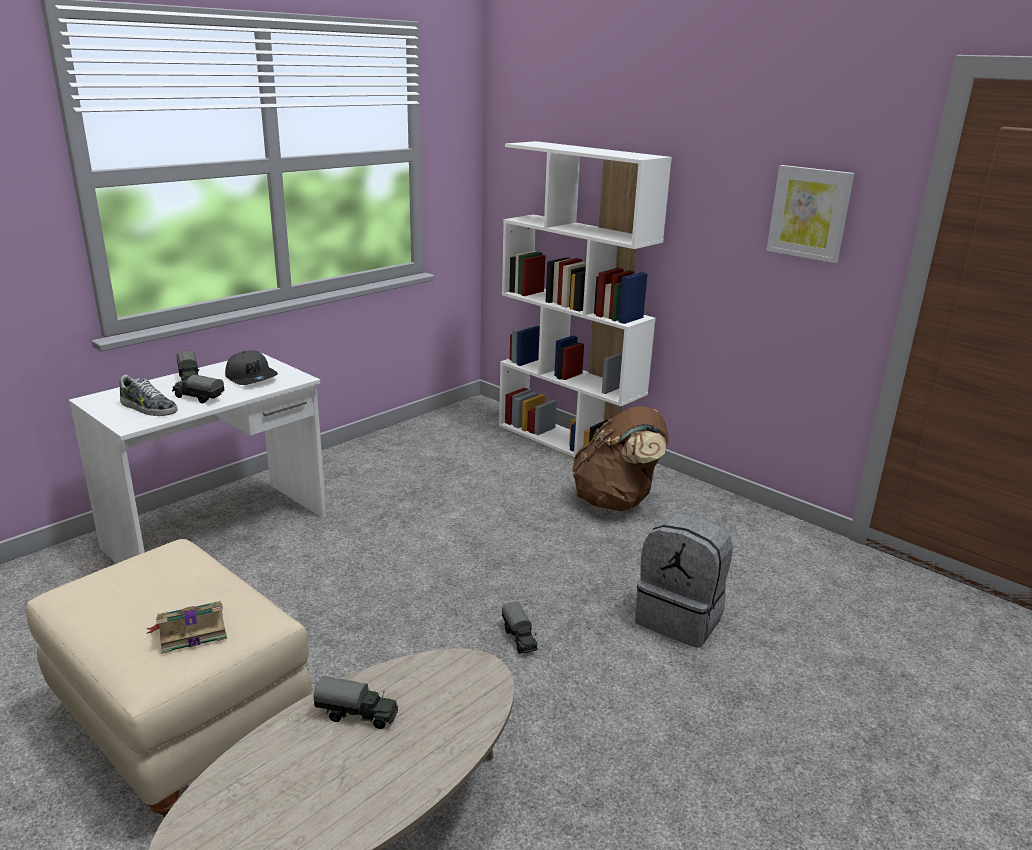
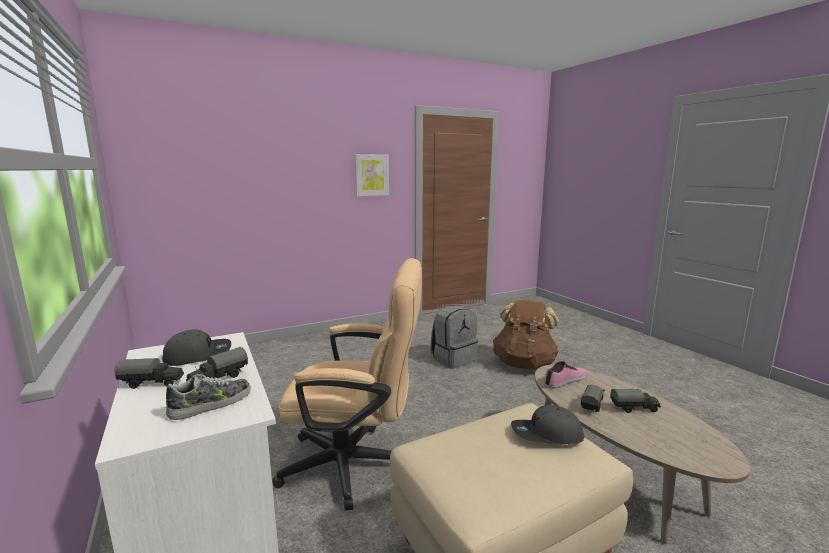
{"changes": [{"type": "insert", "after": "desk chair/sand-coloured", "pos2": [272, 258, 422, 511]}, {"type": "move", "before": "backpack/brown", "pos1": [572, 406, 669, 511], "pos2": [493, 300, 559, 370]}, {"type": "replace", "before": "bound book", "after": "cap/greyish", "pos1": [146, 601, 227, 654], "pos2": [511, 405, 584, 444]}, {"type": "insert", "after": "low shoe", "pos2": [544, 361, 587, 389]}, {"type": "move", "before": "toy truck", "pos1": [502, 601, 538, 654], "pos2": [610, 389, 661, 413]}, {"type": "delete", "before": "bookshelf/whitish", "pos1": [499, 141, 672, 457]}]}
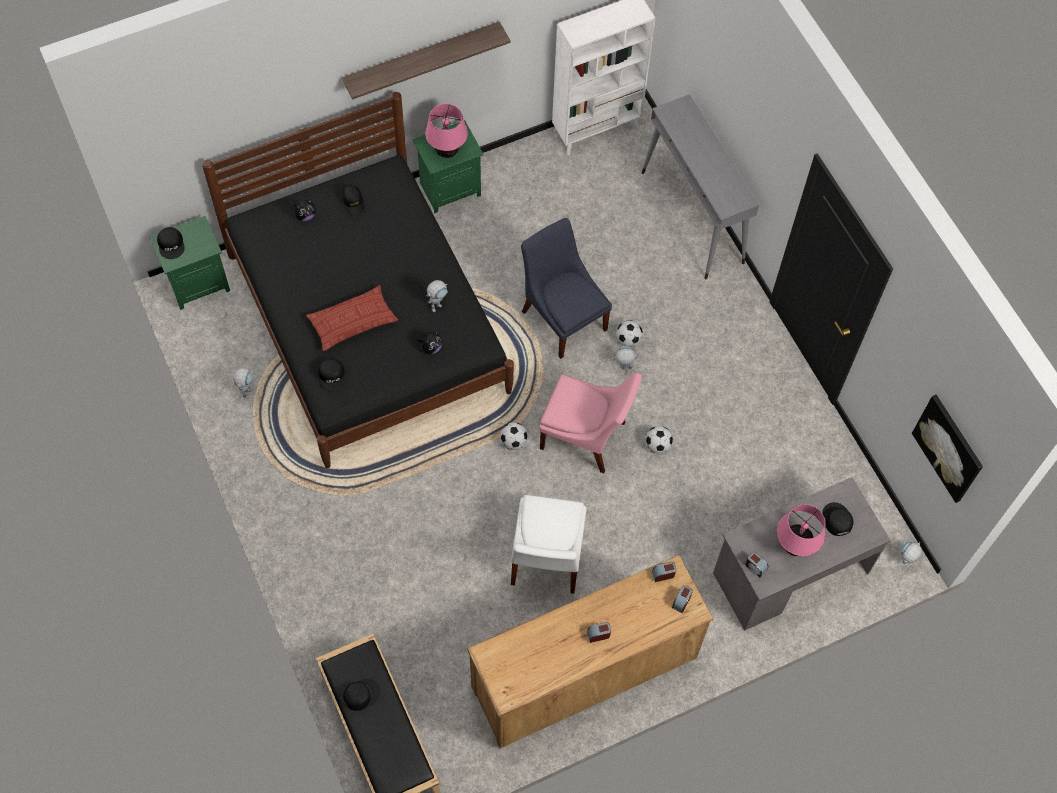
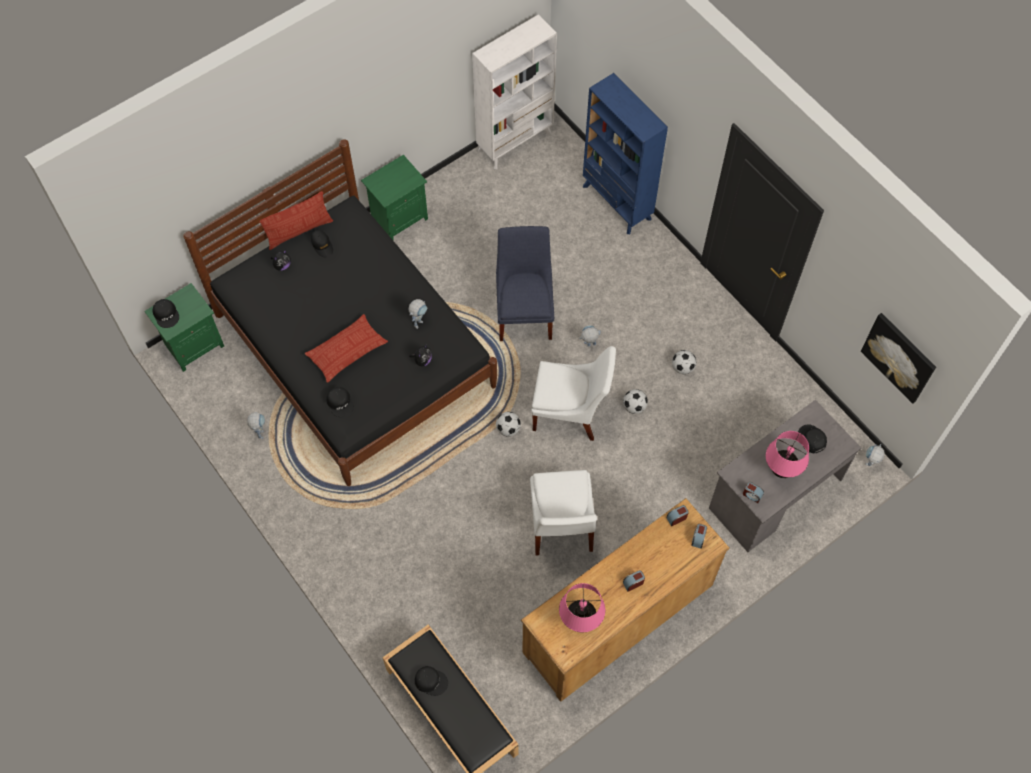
{"changes": [{"type": "insert", "after": "throw pillow", "pos2": [259, 191, 333, 250]}, {"type": "rotate", "before": "cap/blackish", "pos1": [343, 679, 380, 711], "pos2": [415, 666, 448, 696], "turn": 60}, {"type": "rotate", "before": "plain chair/bluish", "pos1": [521, 218, 612, 359], "pos2": [496, 226, 554, 341], "turn": 45}, {"type": "recolor", "before": "plain chair/pink-coloured", "after": "plain chair/whitish", "pos1": [539, 373, 642, 473], "pos2": [531, 346, 616, 441]}, {"type": "move", "before": "table lamp/pink-coloured", "pos1": [425, 104, 468, 158], "pos2": [559, 583, 605, 632]}, {"type": "replace", "before": "hall table/greyish", "after": "bookshelf/bluish", "pos1": [642, 94, 759, 279], "pos2": [583, 73, 668, 234]}, {"type": "move", "before": "football ball", "pos1": [616, 320, 643, 347], "pos2": [672, 350, 696, 374]}, {"type": "delete", "before": "shelf", "pos1": [342, 21, 510, 100]}]}
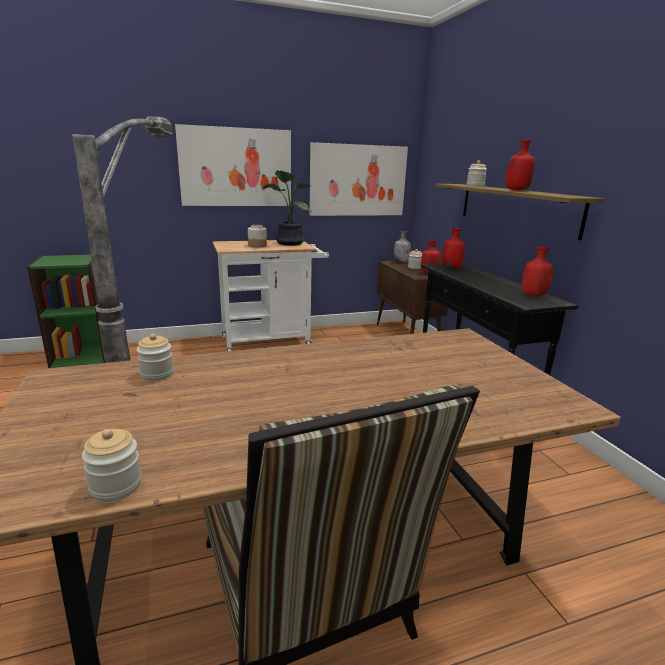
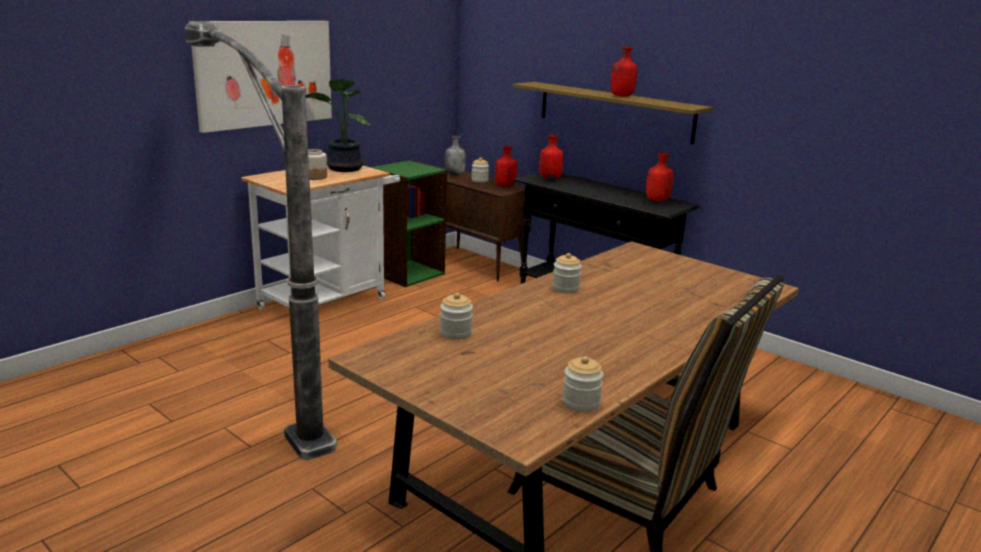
{"changes": [{"type": "move", "before": "bookshelf/greenish", "pos1": [27, 255, 105, 368], "pos2": [370, 160, 447, 287]}, {"type": "move", "before": "storage jar", "pos1": [467, 160, 487, 187], "pos2": [552, 253, 582, 293]}, {"type": "delete", "before": "picture", "pos1": [309, 142, 408, 216]}]}
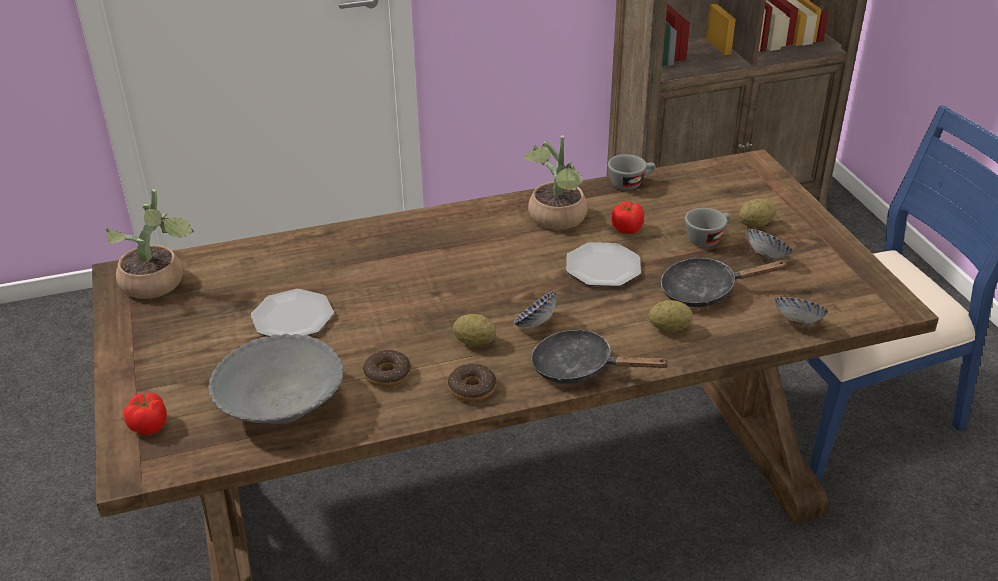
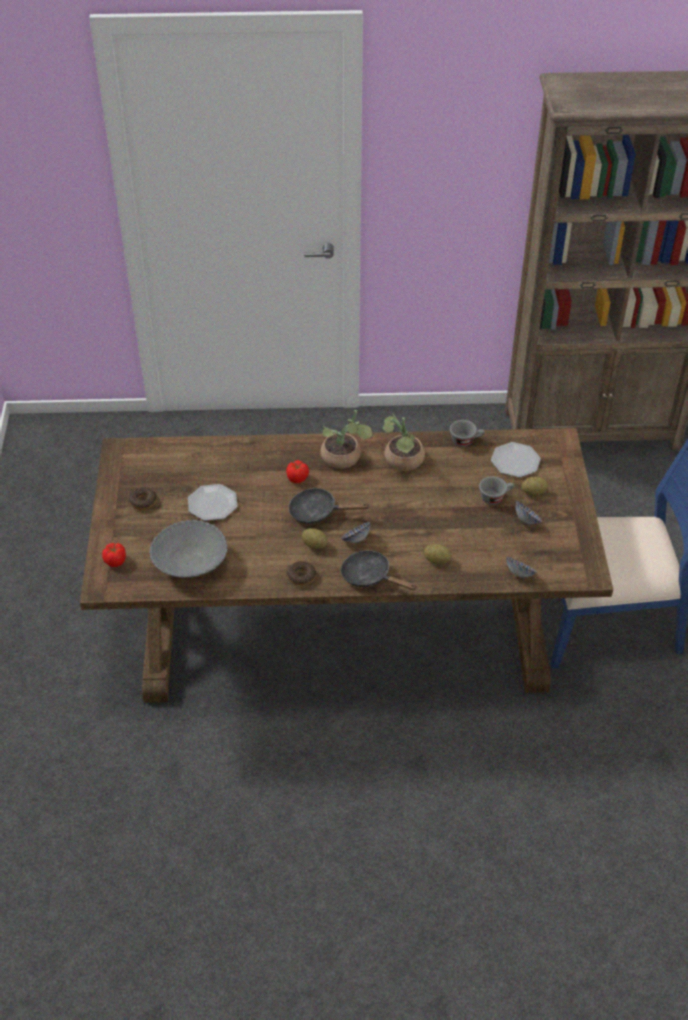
{"changes": [{"type": "move", "before": "ring doughnut", "pos1": [363, 350, 411, 387], "pos2": [129, 487, 157, 510]}, {"type": "move", "before": "whole tomato", "pos1": [611, 201, 644, 234], "pos2": [286, 460, 309, 483]}, {"type": "move", "before": "pan/blackish", "pos1": [661, 258, 789, 307], "pos2": [288, 488, 370, 524]}, {"type": "move", "before": "potted plant", "pos1": [106, 189, 194, 299], "pos2": [320, 410, 373, 469]}, {"type": "move", "before": "dinner plate", "pos1": [566, 242, 641, 287], "pos2": [491, 442, 541, 477]}]}
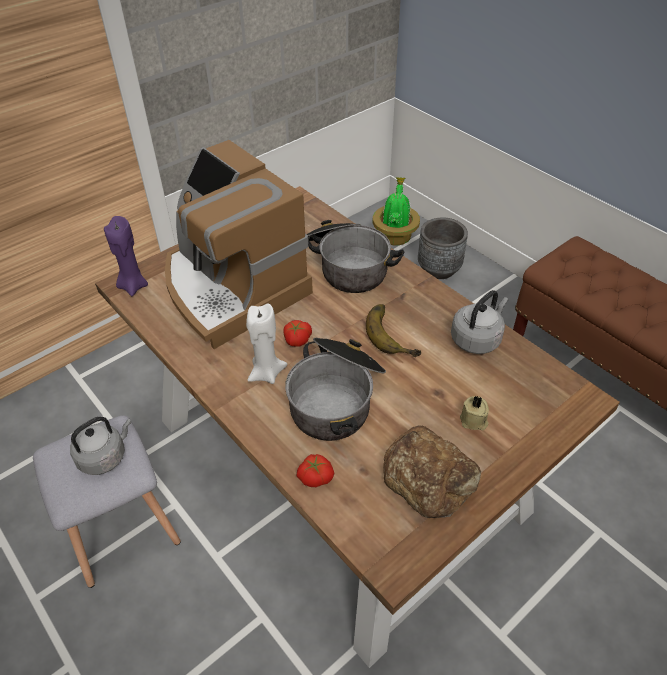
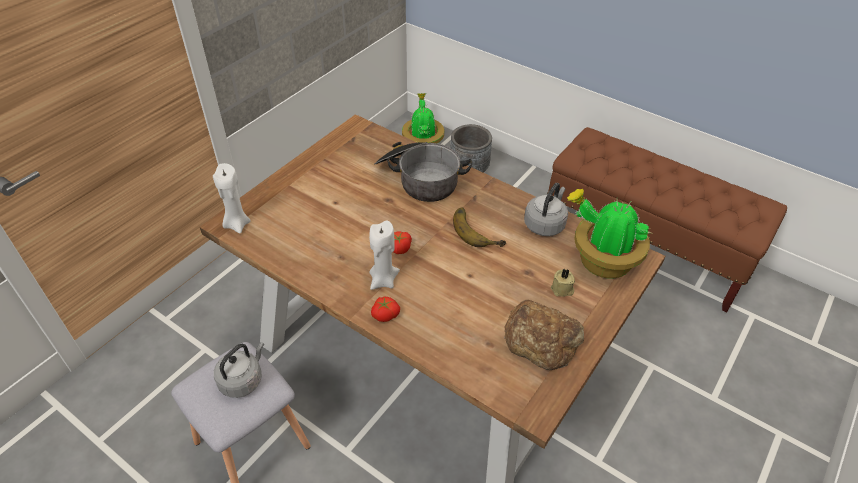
{"changes": [{"type": "recolor", "before": "wax candle/purple", "after": "wax candle/whitish", "pos1": [104, 216, 148, 296], "pos2": [213, 163, 251, 234]}, {"type": "move", "before": "whole tomato", "pos1": [297, 454, 335, 487], "pos2": [371, 297, 400, 322]}, {"type": "insert", "after": "potted plant", "pos2": [567, 189, 650, 278]}, {"type": "delete", "before": "coffee machine", "pos1": [165, 140, 313, 349]}, {"type": "delete", "before": "cooking pot", "pos1": [285, 338, 386, 441]}]}
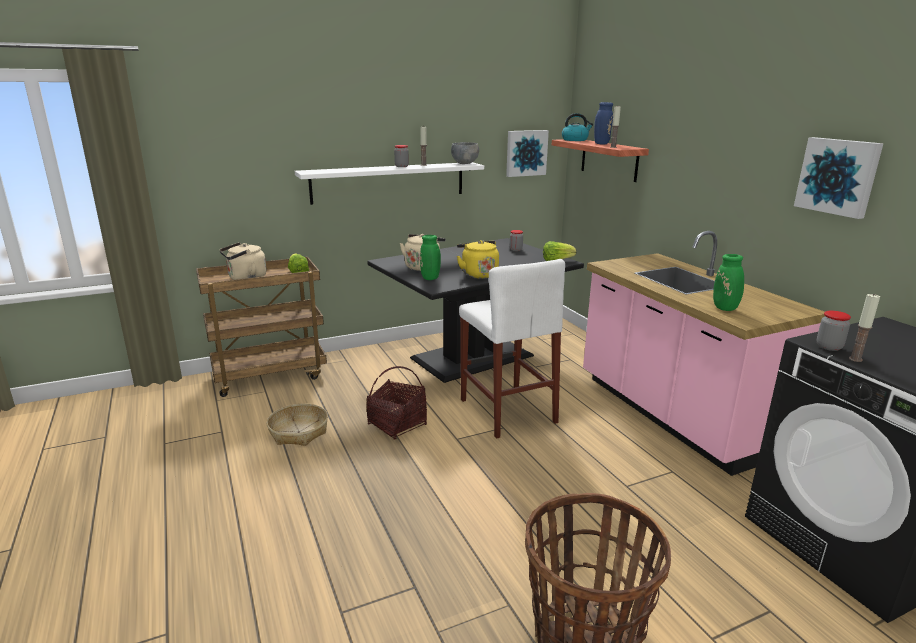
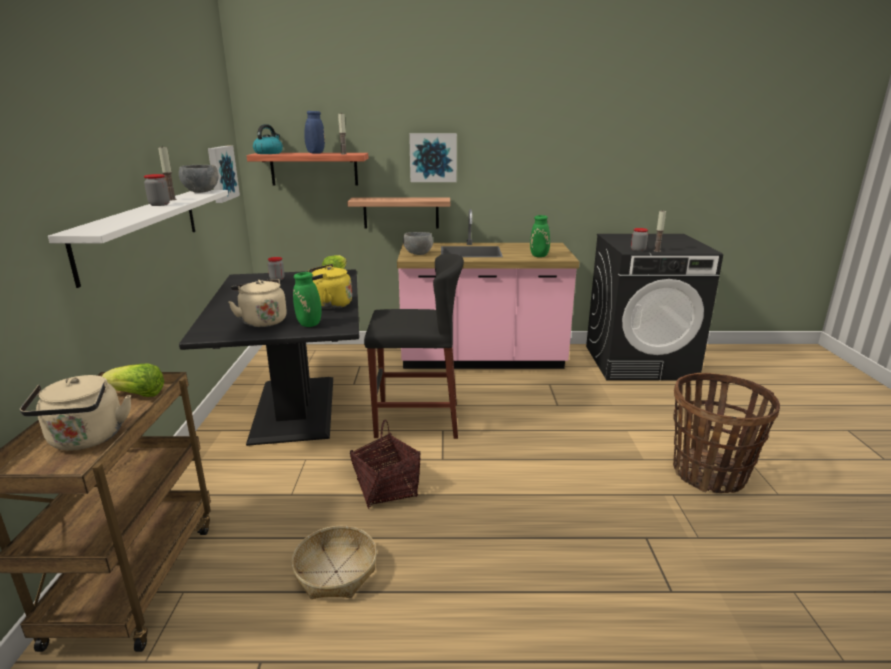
{"changes": [{"type": "insert", "after": "shelf", "pos2": [347, 197, 450, 229]}, {"type": "recolor", "before": "sitting stool/whitish", "after": "sitting stool/blackish", "pos1": [459, 259, 565, 439], "pos2": [364, 254, 464, 439]}, {"type": "insert", "after": "bowl/greyish", "pos2": [403, 232, 433, 255]}, {"type": "move", "before": "picture", "pos1": [794, 137, 883, 219], "pos2": [409, 133, 457, 182]}]}
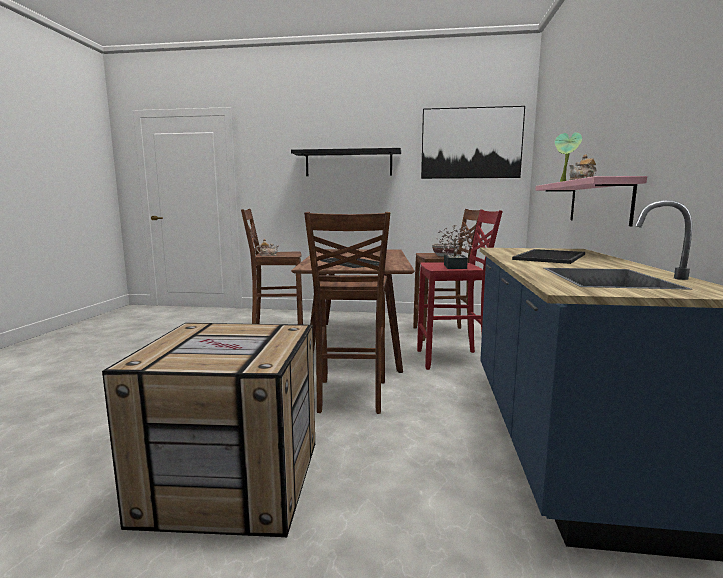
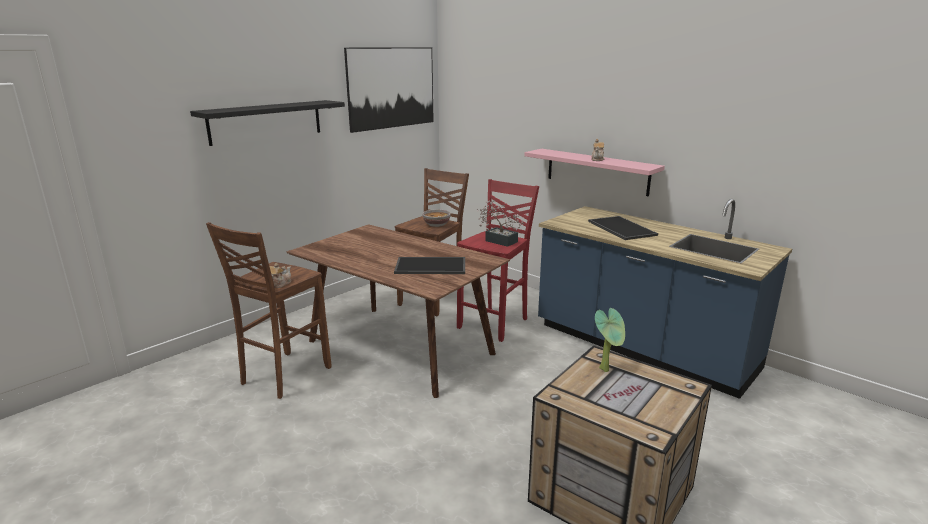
{"changes": [{"type": "move", "before": "potted plant", "pos1": [555, 132, 582, 182], "pos2": [595, 308, 625, 372]}, {"type": "delete", "before": "sitting stool/brown", "pos1": [304, 212, 390, 414]}]}
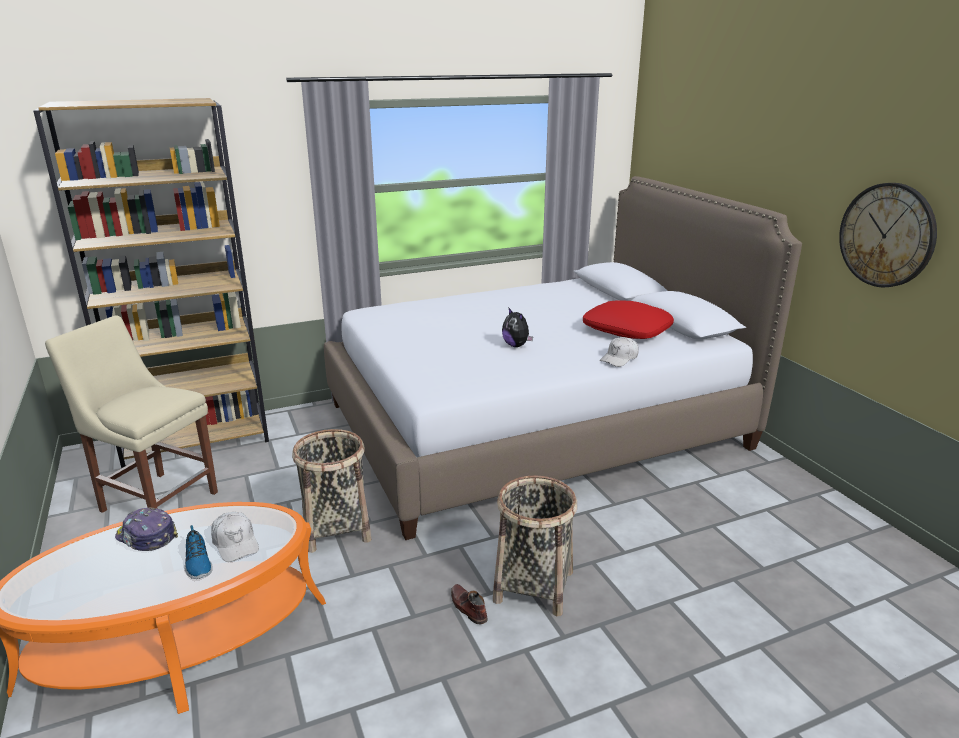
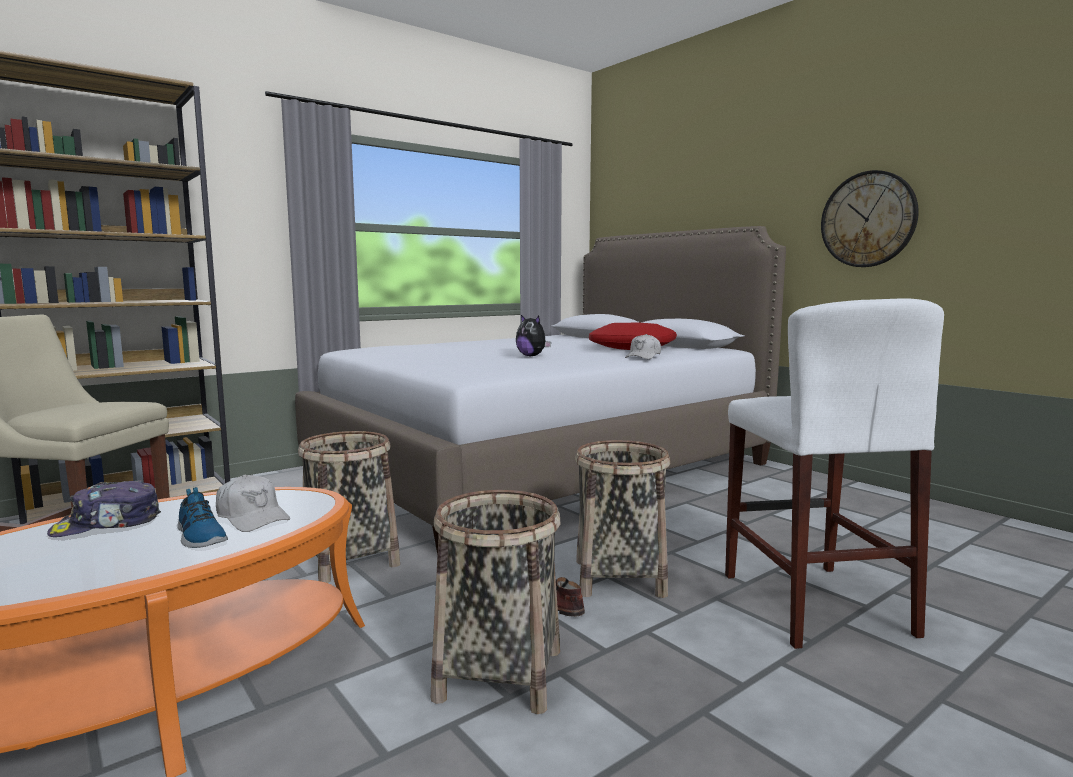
{"changes": [{"type": "rotate", "before": "cap", "pos1": [115, 508, 178, 551], "pos2": [47, 480, 161, 537], "turn": -45}, {"type": "insert", "after": "household basket", "pos2": [431, 490, 560, 714]}, {"type": "insert", "after": "sitting stool/whitish", "pos2": [725, 298, 944, 649]}]}
